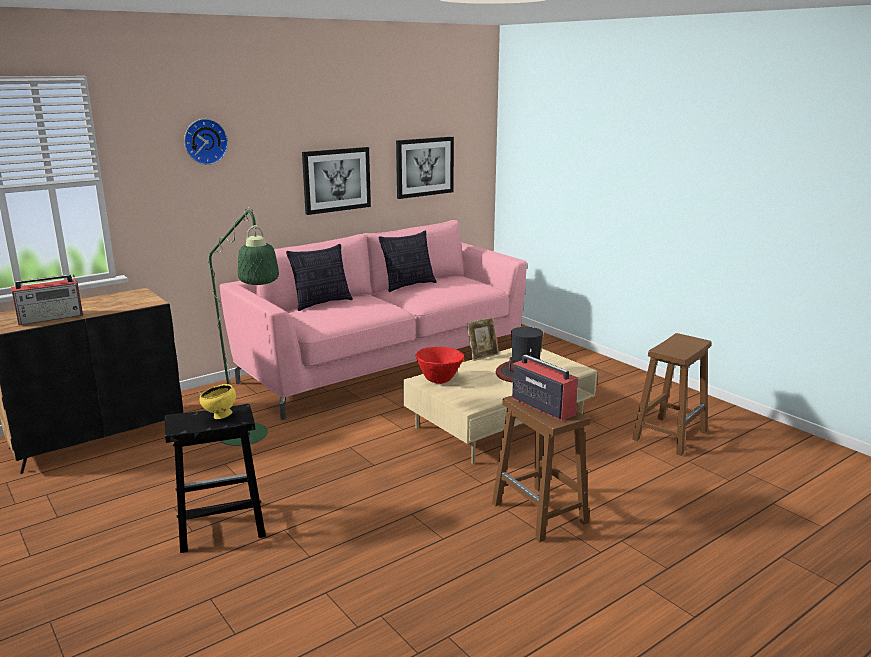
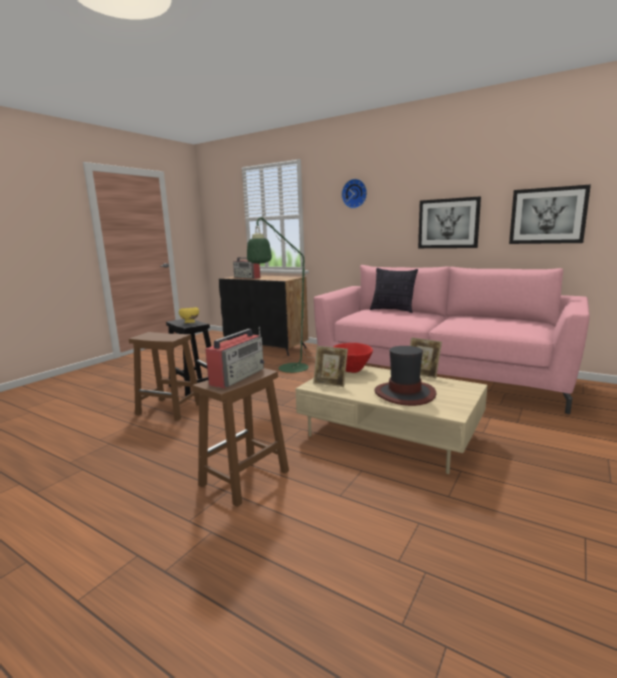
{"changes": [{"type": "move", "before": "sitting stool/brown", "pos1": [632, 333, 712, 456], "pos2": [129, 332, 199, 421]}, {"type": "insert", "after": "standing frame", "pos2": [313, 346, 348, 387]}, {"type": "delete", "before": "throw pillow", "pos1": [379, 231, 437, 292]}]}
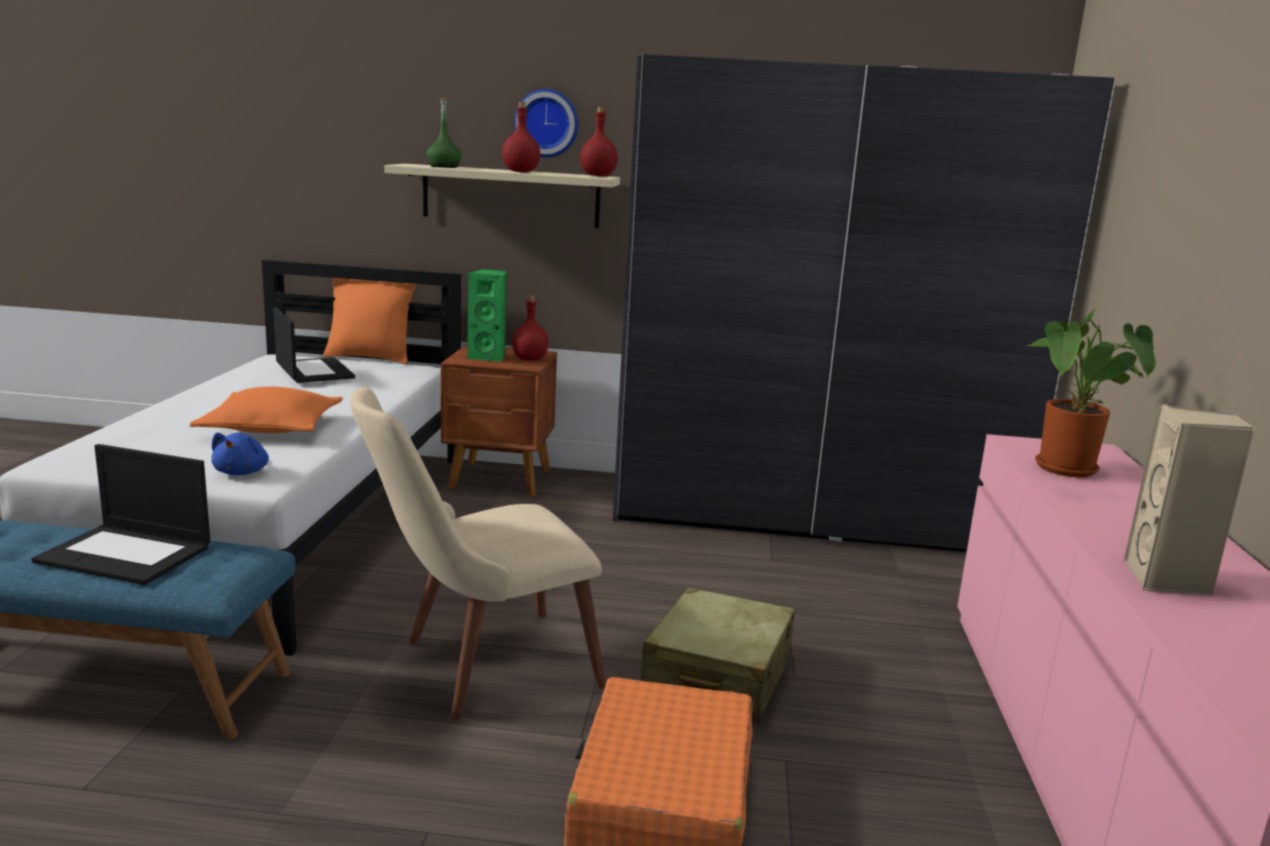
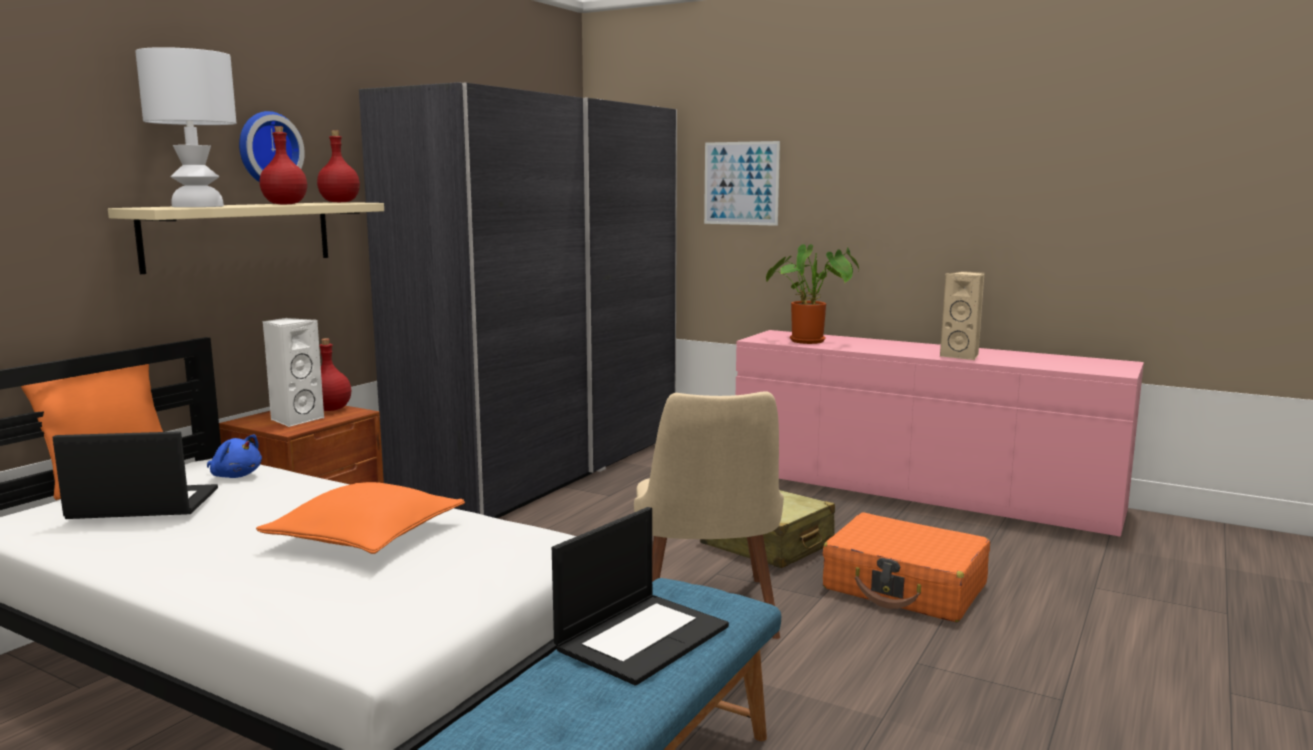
{"changes": [{"type": "replace", "before": "beverage bottle/greenish", "after": "table lamp/whitish", "pos1": [427, 98, 462, 168], "pos2": [135, 47, 236, 207]}, {"type": "move", "before": "soft toy/bluish", "pos1": [211, 432, 269, 475], "pos2": [207, 434, 262, 478]}, {"type": "recolor", "before": "speaker/greenish", "after": "speaker/whitish", "pos1": [467, 269, 507, 362], "pos2": [263, 318, 324, 427]}, {"type": "insert", "after": "picture", "pos2": [704, 141, 780, 226]}]}
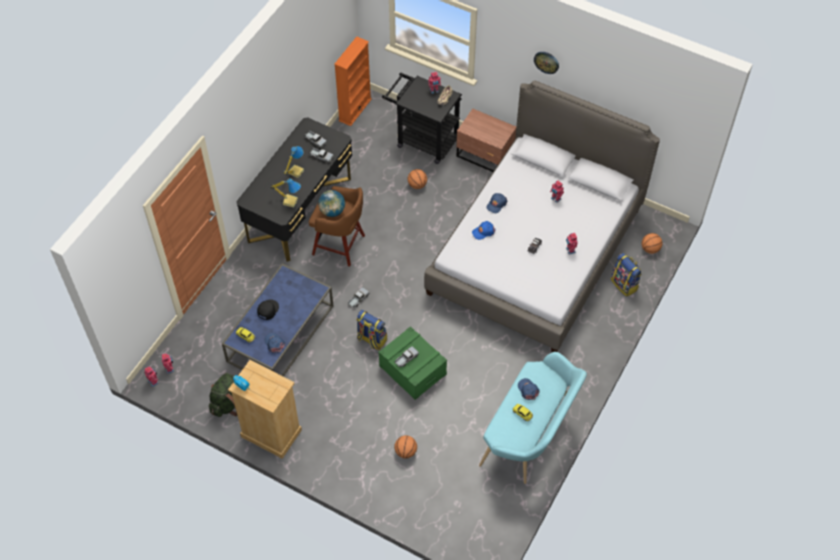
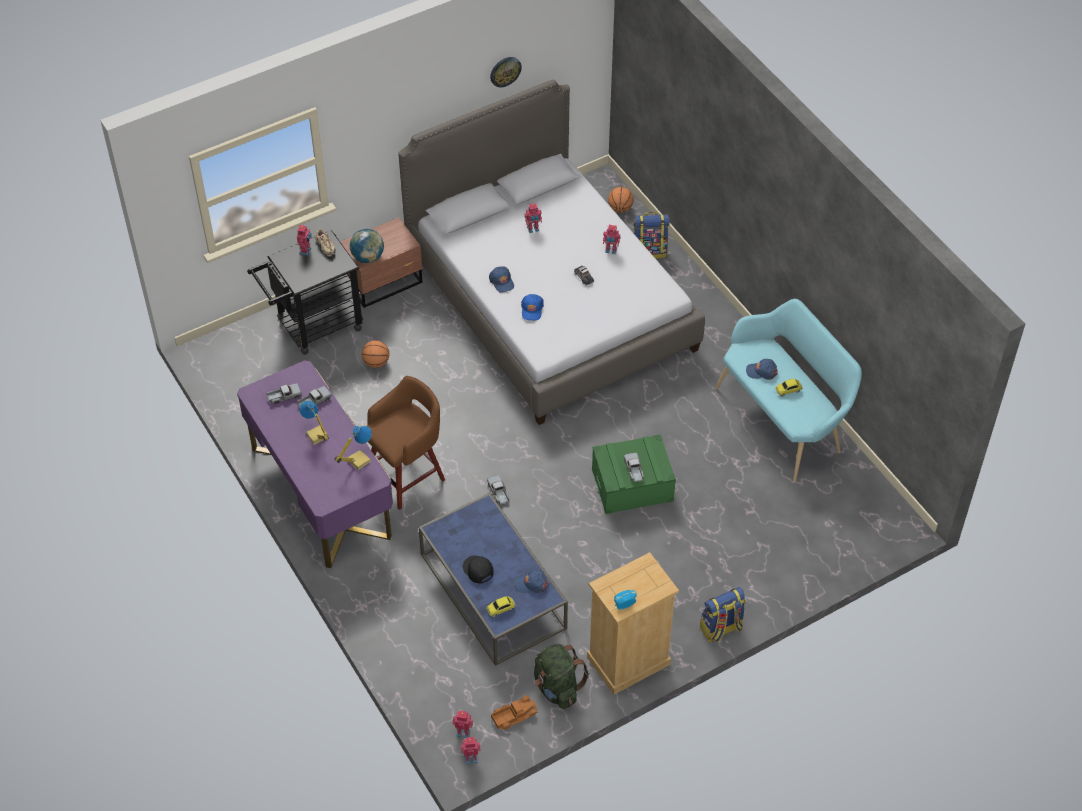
{"changes": [{"type": "recolor", "before": "desk table/blackish", "after": "desk table/purple", "pos1": [236, 117, 352, 262], "pos2": [237, 360, 393, 568]}, {"type": "move", "before": "globe", "pos1": [318, 190, 345, 217], "pos2": [350, 229, 384, 263]}, {"type": "move", "before": "wall clock", "pos1": [534, 52, 559, 74], "pos2": [490, 57, 522, 87]}, {"type": "insert", "after": "toy truck", "pos2": [491, 695, 538, 730]}, {"type": "move", "before": "backpack", "pos1": [356, 310, 387, 350], "pos2": [700, 587, 746, 642]}, {"type": "delete", "before": "bookshelf/orangey", "pos1": [334, 36, 372, 126]}, {"type": "delete", "before": "ball for basketball", "pos1": [394, 435, 417, 459]}]}
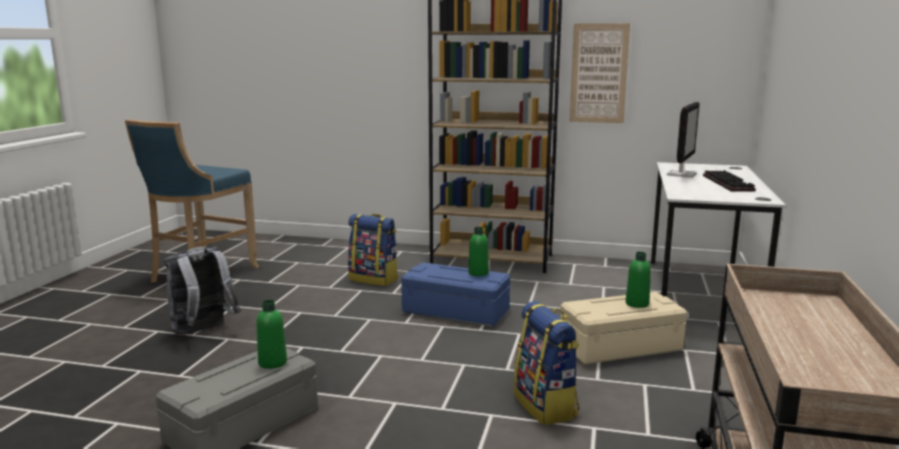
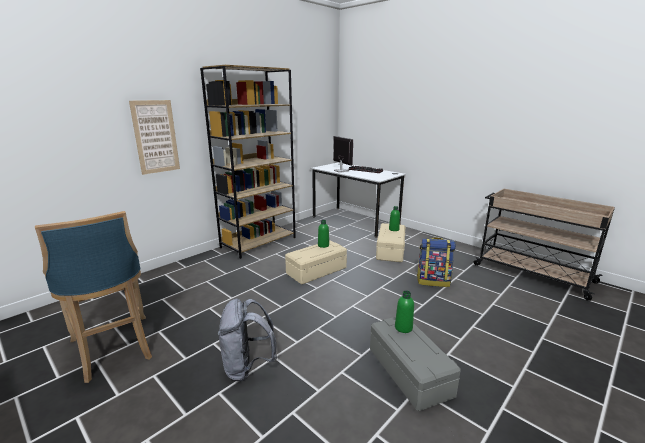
{"changes": [{"type": "move", "before": "picture", "pos1": [570, 23, 630, 123], "pos2": [129, 100, 180, 175]}, {"type": "recolor", "before": "storage container/bluish", "after": "storage container/sand-coloured", "pos1": [401, 262, 510, 327], "pos2": [285, 240, 347, 284]}, {"type": "delete", "before": "backpack", "pos1": [348, 214, 398, 286]}]}
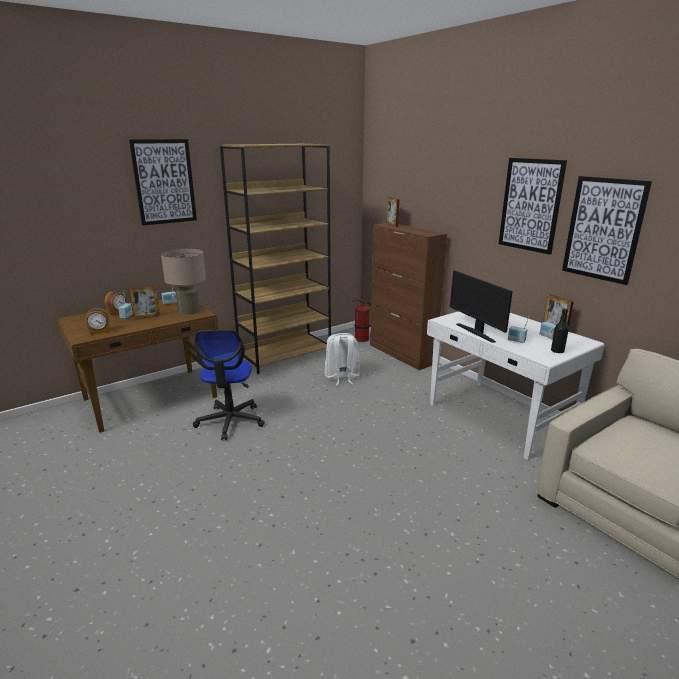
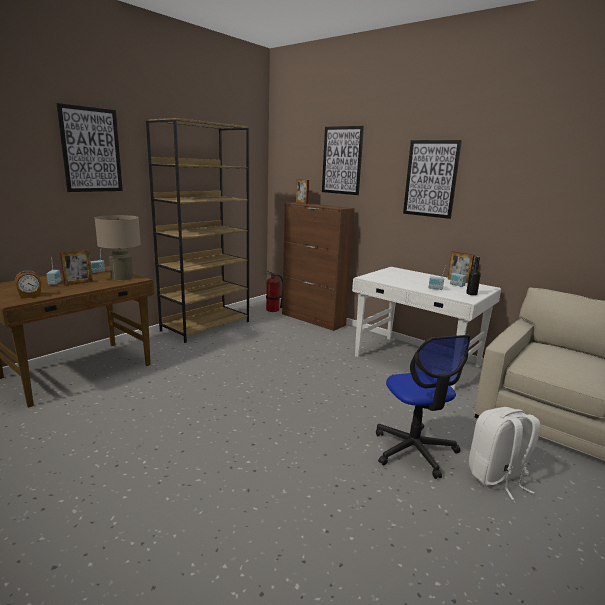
{"changes": [{"type": "move", "before": "picture", "pos1": [562, 176, 652, 285], "pos2": [322, 126, 364, 195]}, {"type": "move", "before": "desk chair", "pos1": [193, 330, 265, 440], "pos2": [376, 335, 471, 479]}, {"type": "move", "before": "backpack/whitish", "pos1": [325, 333, 360, 385], "pos2": [469, 407, 540, 500]}, {"type": "delete", "before": "bedside clock", "pos1": [105, 291, 126, 316]}, {"type": "delete", "before": "monitor", "pos1": [450, 270, 513, 343]}]}
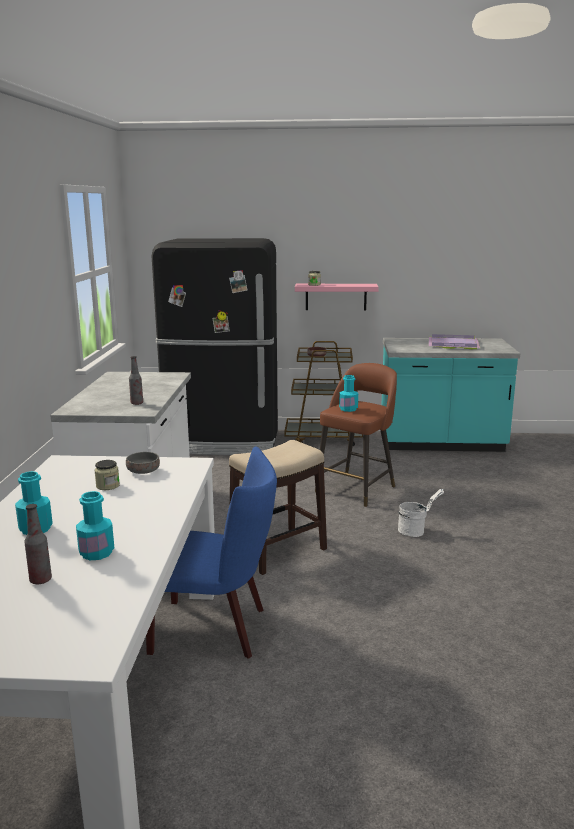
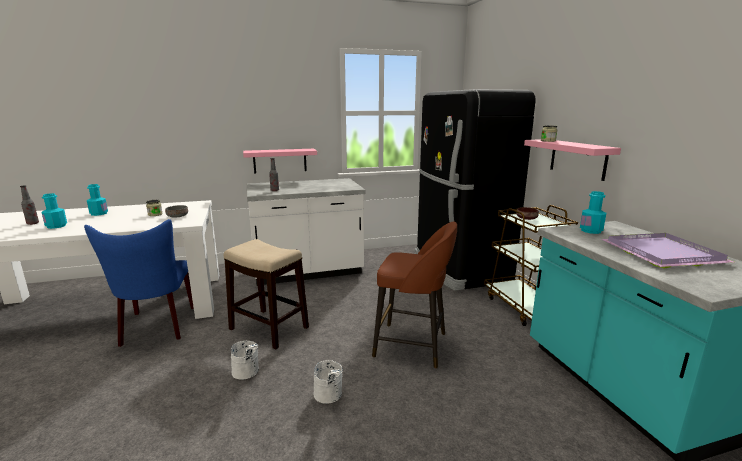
{"changes": [{"type": "insert", "after": "water bucket/whitish", "pos2": [231, 341, 259, 380]}, {"type": "insert", "after": "shelf/pink-coloured", "pos2": [243, 149, 317, 173]}, {"type": "move", "before": "beverage bottle/turquoise-coloured", "pos1": [339, 375, 358, 412], "pos2": [580, 191, 606, 234]}]}
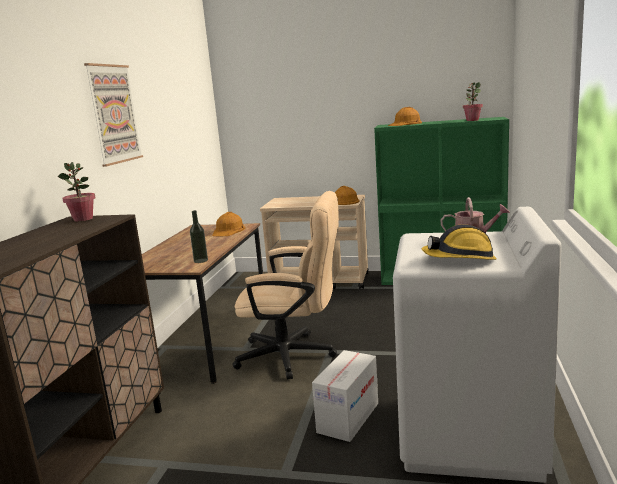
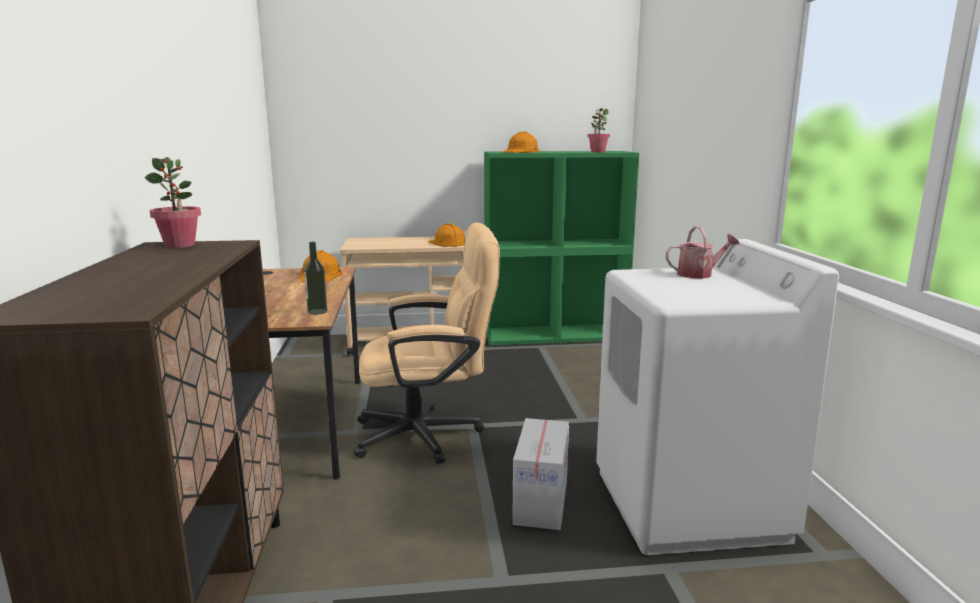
{"changes": [{"type": "delete", "before": "picture", "pos1": [84, 63, 143, 167]}, {"type": "delete", "before": "hard hat", "pos1": [422, 224, 497, 260]}]}
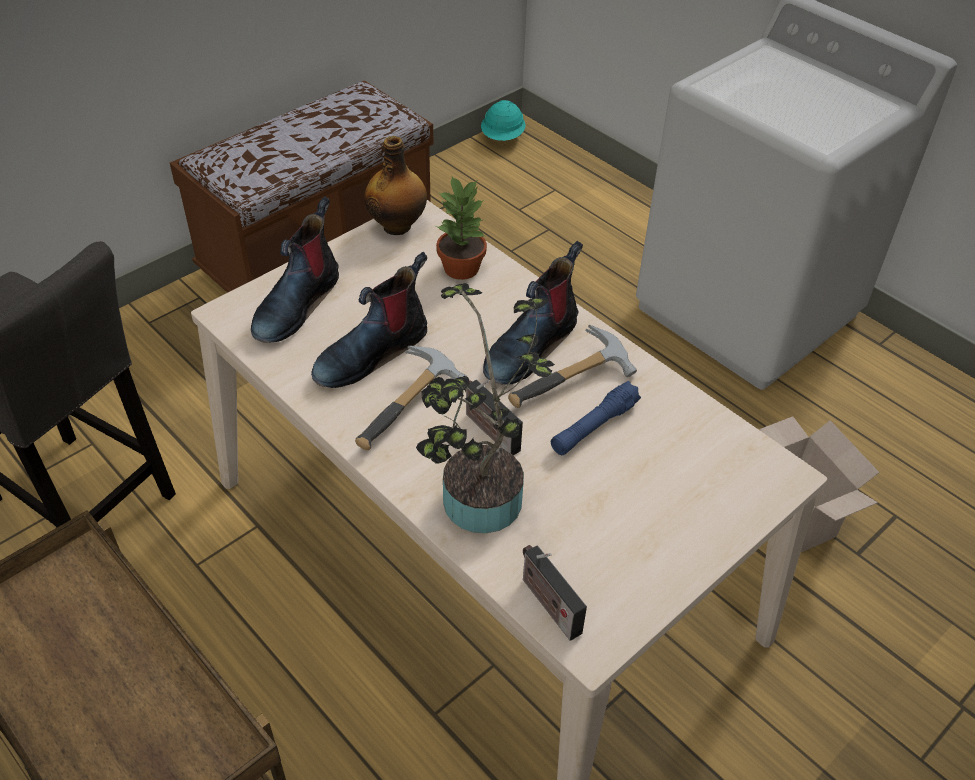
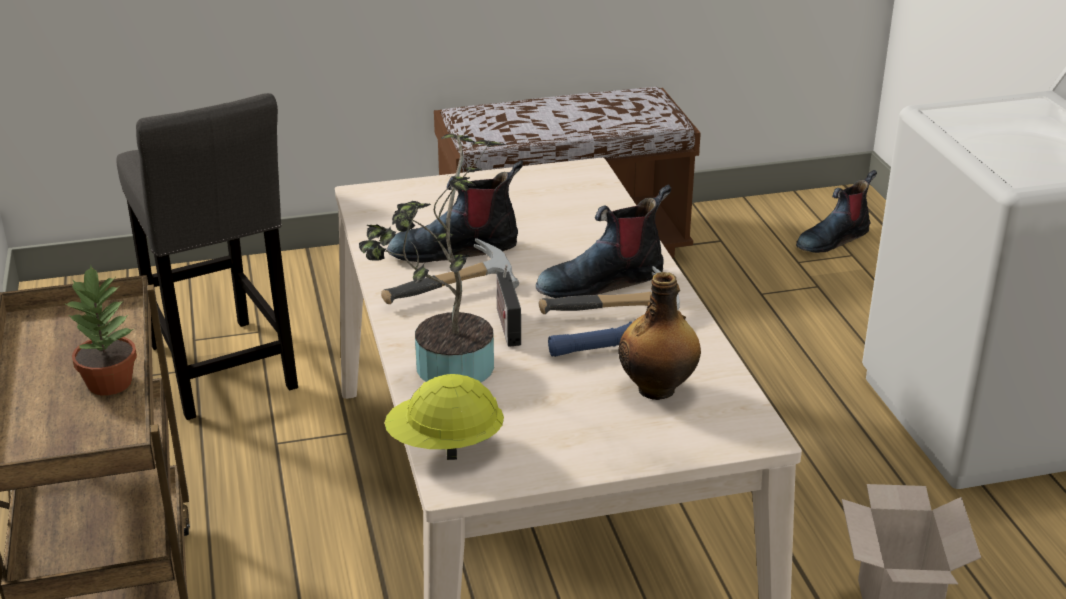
{"changes": [{"type": "move", "before": "potted plant", "pos1": [436, 175, 487, 280], "pos2": [63, 266, 137, 396]}, {"type": "replace", "before": "radio set", "after": "hard hat/yellow-coloured", "pos1": [523, 545, 587, 641], "pos2": [384, 374, 504, 460]}, {"type": "move", "before": "beverage bottle", "pos1": [364, 136, 427, 235], "pos2": [618, 272, 701, 400]}, {"type": "move", "before": "high-top boot", "pos1": [251, 197, 339, 343], "pos2": [796, 170, 877, 253]}, {"type": "delete", "before": "hard hat/turquoise-coloured", "pos1": [481, 100, 526, 141]}]}
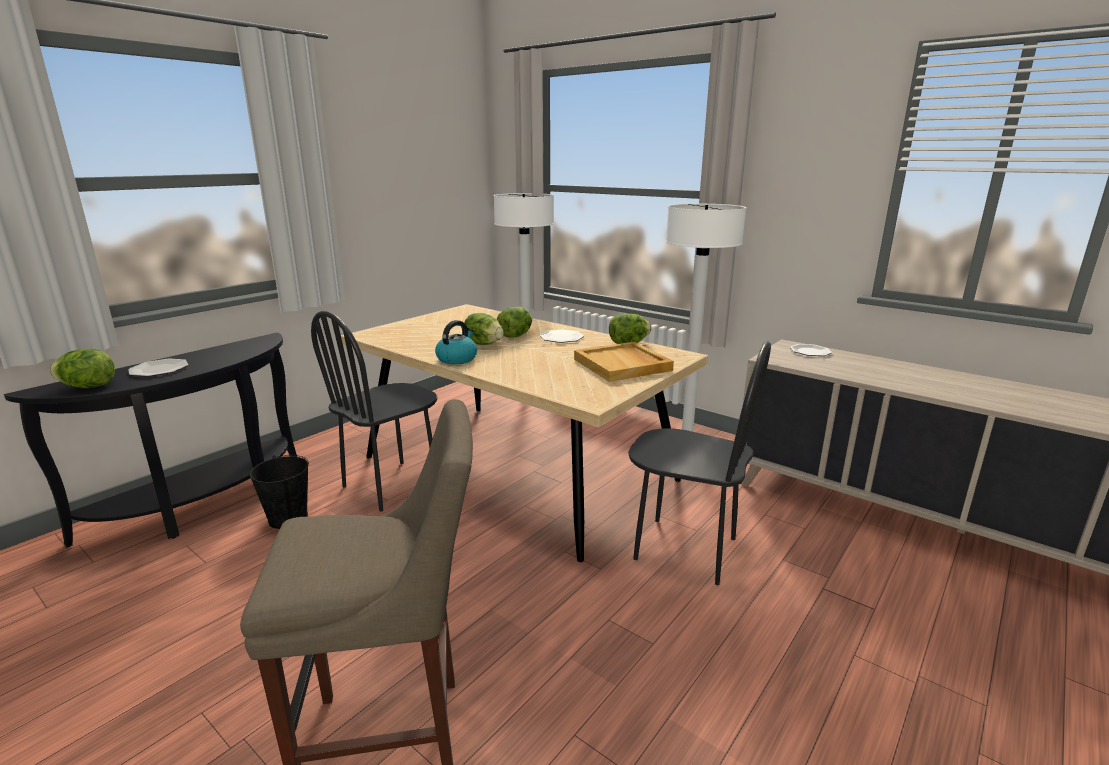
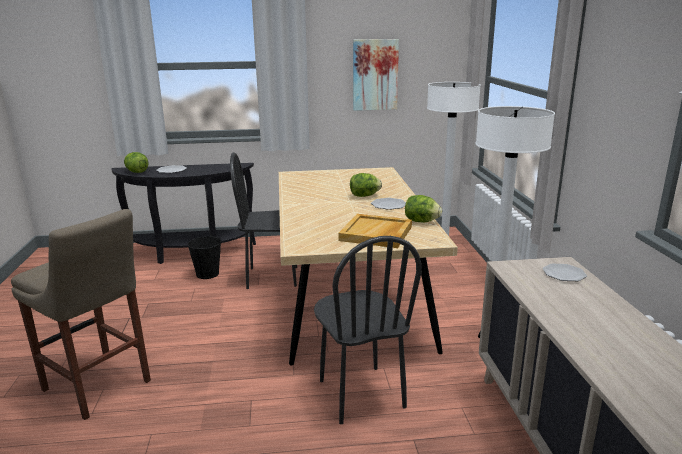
{"changes": [{"type": "insert", "after": "picture", "pos2": [353, 39, 399, 111]}, {"type": "delete", "before": "water kettle", "pos1": [435, 320, 477, 364]}, {"type": "delete", "before": "head of lettuce", "pos1": [464, 313, 504, 345]}]}
